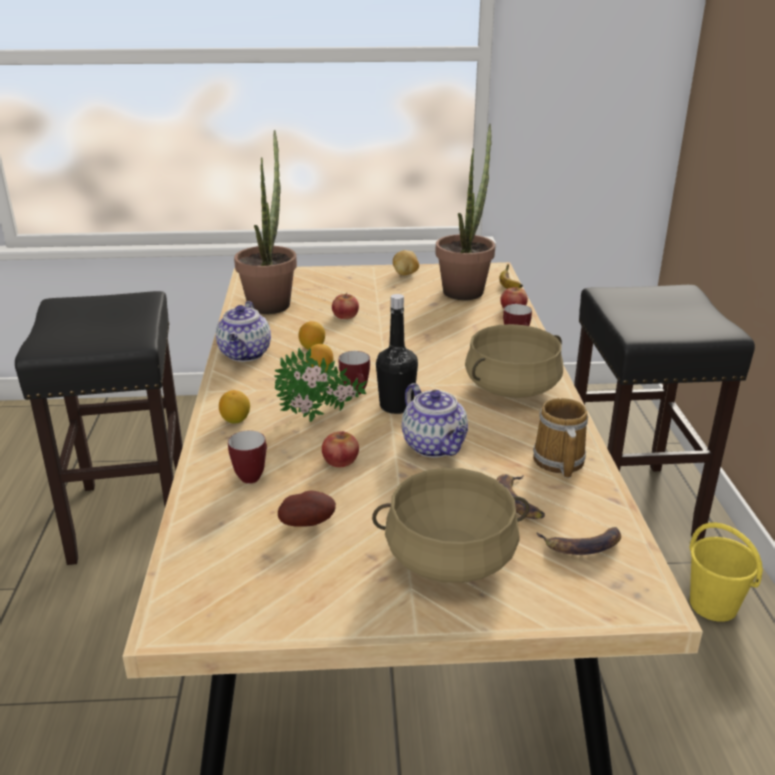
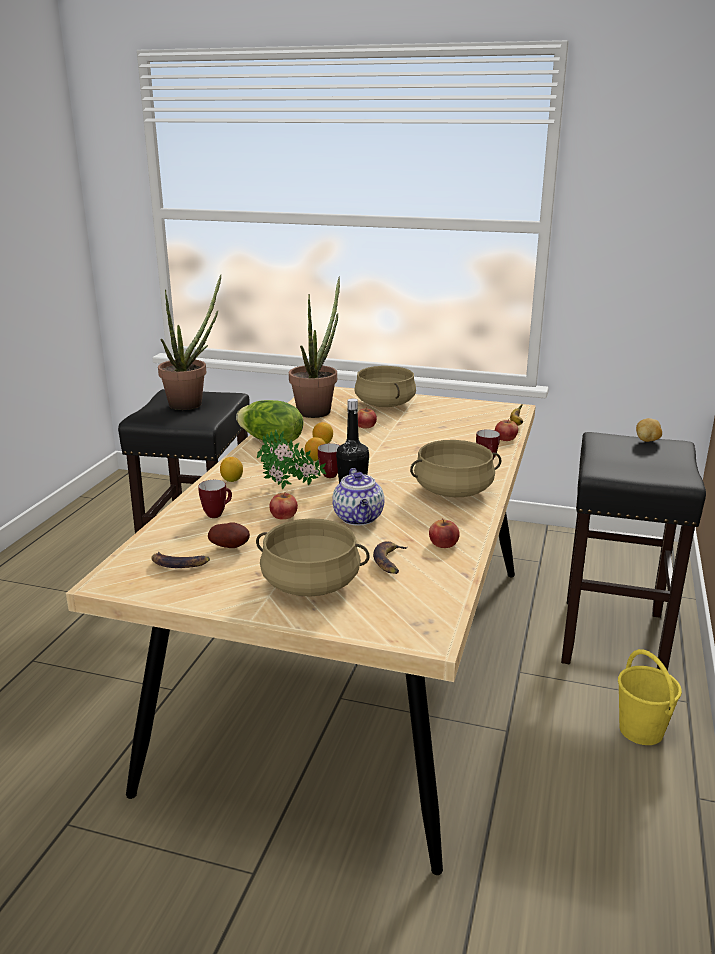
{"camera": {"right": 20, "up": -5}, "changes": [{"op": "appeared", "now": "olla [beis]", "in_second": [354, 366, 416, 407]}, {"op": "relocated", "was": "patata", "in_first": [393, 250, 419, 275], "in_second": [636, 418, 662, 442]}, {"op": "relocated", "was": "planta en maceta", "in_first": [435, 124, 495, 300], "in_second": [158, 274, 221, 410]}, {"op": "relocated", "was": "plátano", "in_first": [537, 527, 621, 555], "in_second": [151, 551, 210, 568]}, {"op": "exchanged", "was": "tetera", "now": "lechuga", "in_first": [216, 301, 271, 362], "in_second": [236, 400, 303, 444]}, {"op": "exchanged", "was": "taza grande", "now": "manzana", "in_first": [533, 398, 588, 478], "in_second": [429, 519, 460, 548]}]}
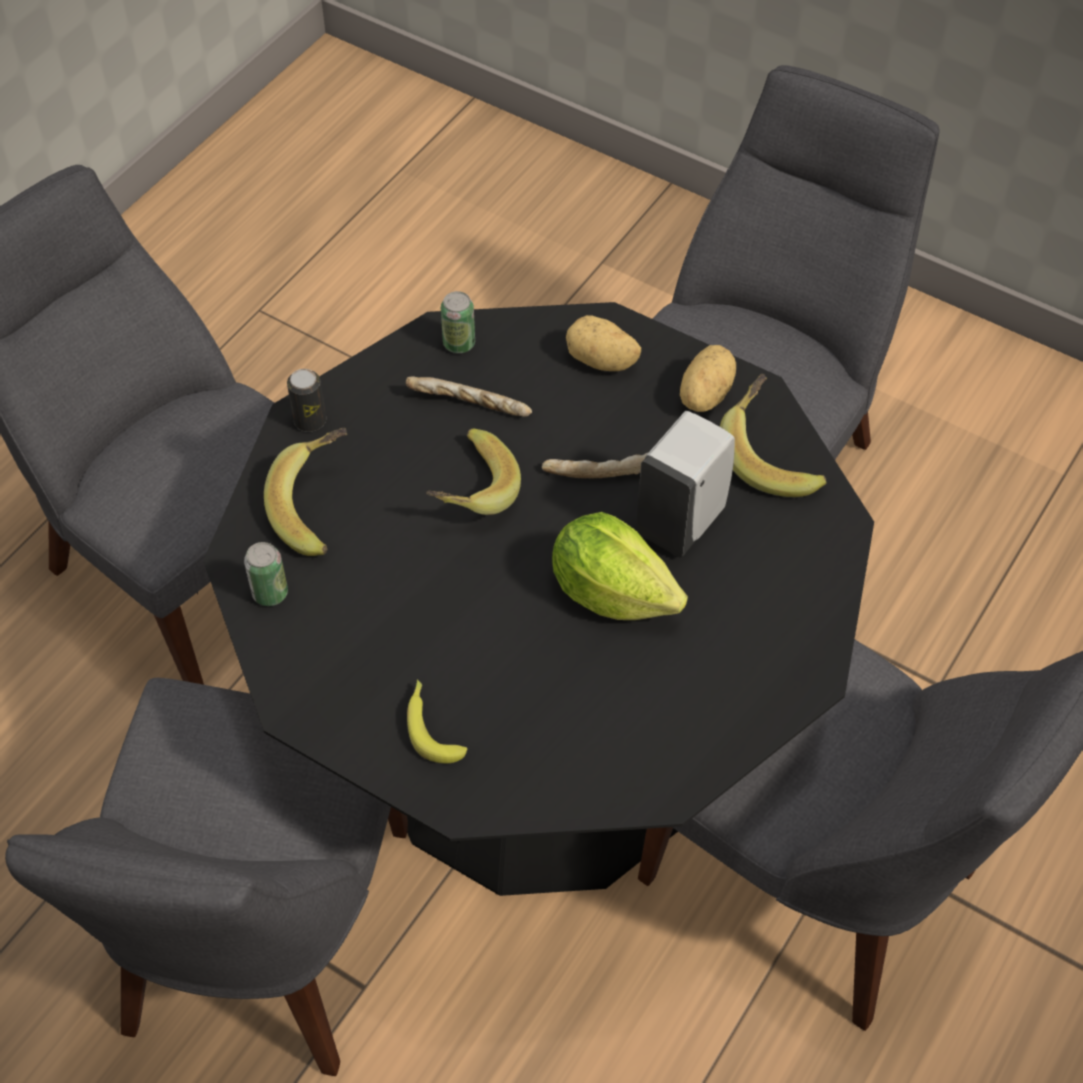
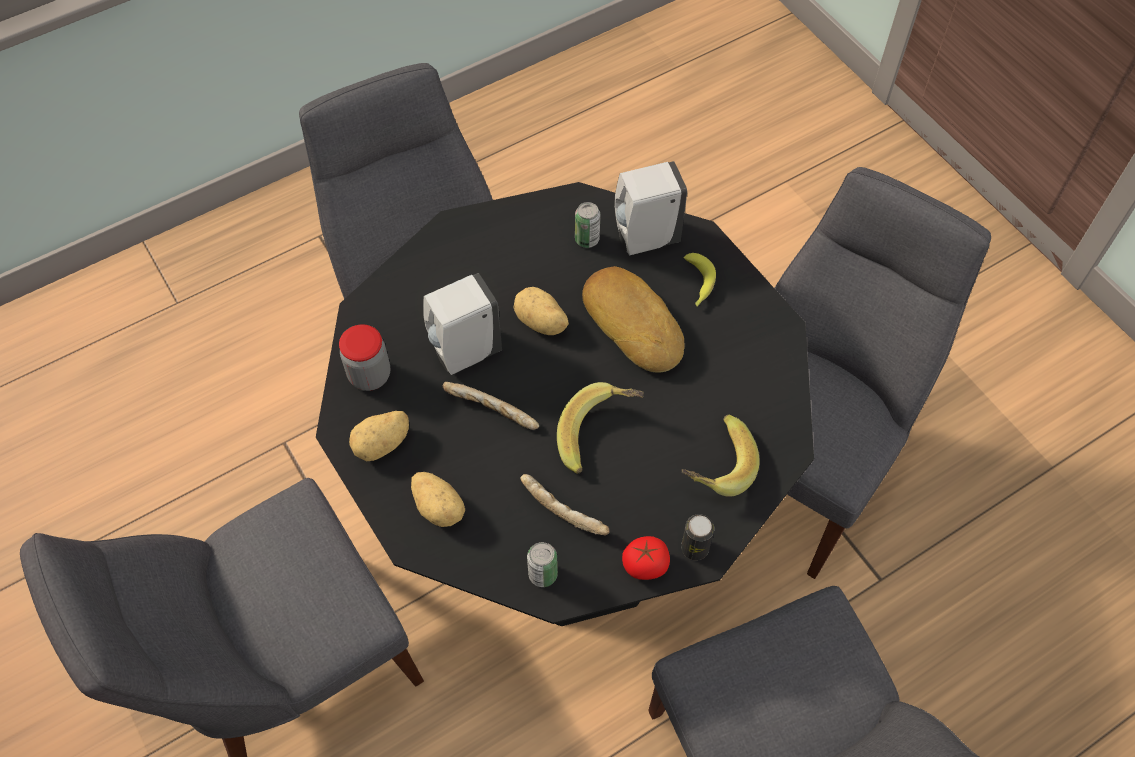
{"camera": {"right": -155, "up": 5}, "changes": [{"op": "appeared", "now": "pan", "in_second": [582, 266, 685, 373]}, {"op": "appeared", "now": "dispensador de jabón [blanco]", "in_second": [614, 161, 687, 255]}, {"op": "appeared", "now": "tomate", "in_second": [622, 536, 670, 580]}, {"op": "relocated", "was": "lata", "in_first": [244, 542, 288, 606], "in_second": [575, 202, 600, 248]}, {"op": "exchanged", "was": "lechuga", "now": "patata", "in_first": [552, 512, 688, 620], "in_second": [513, 287, 569, 335]}, {"op": "exchanged", "was": "plátano", "now": "tarro", "in_first": [720, 373, 827, 497], "in_second": [339, 324, 390, 391]}]}
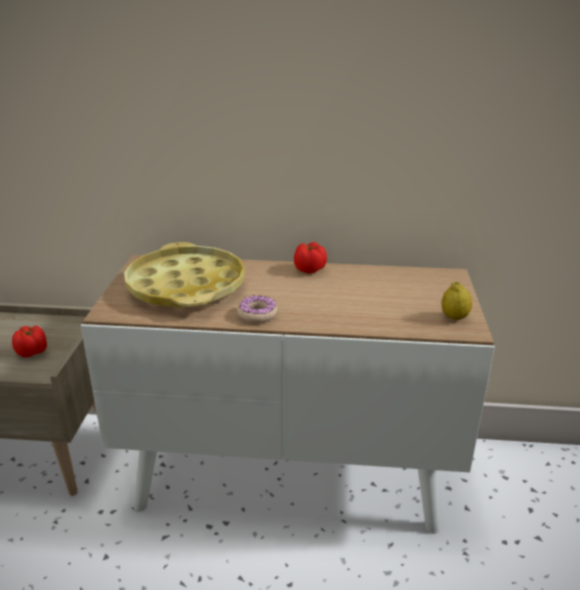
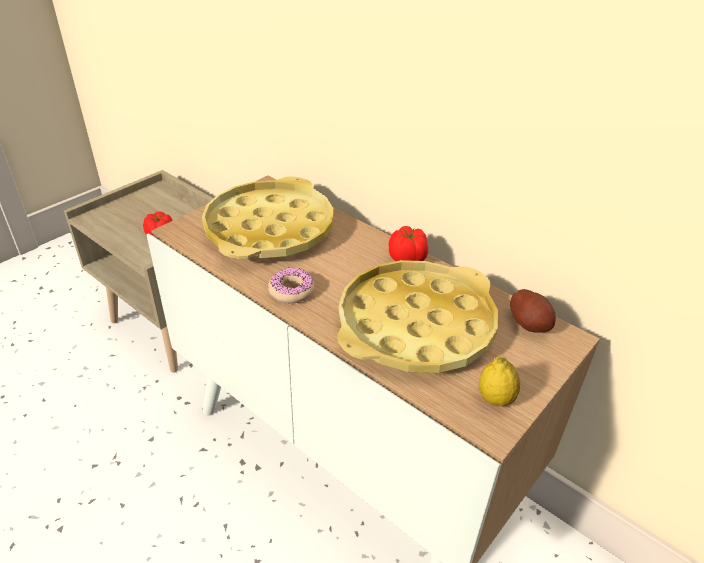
{"camera": {"right": 35, "up": 10}, "changes": [{"op": "appeared", "now": "bandeja [amarillo]", "in_second": [337, 260, 498, 373]}, {"op": "appeared", "now": "patata", "in_second": [510, 289, 556, 333]}]}
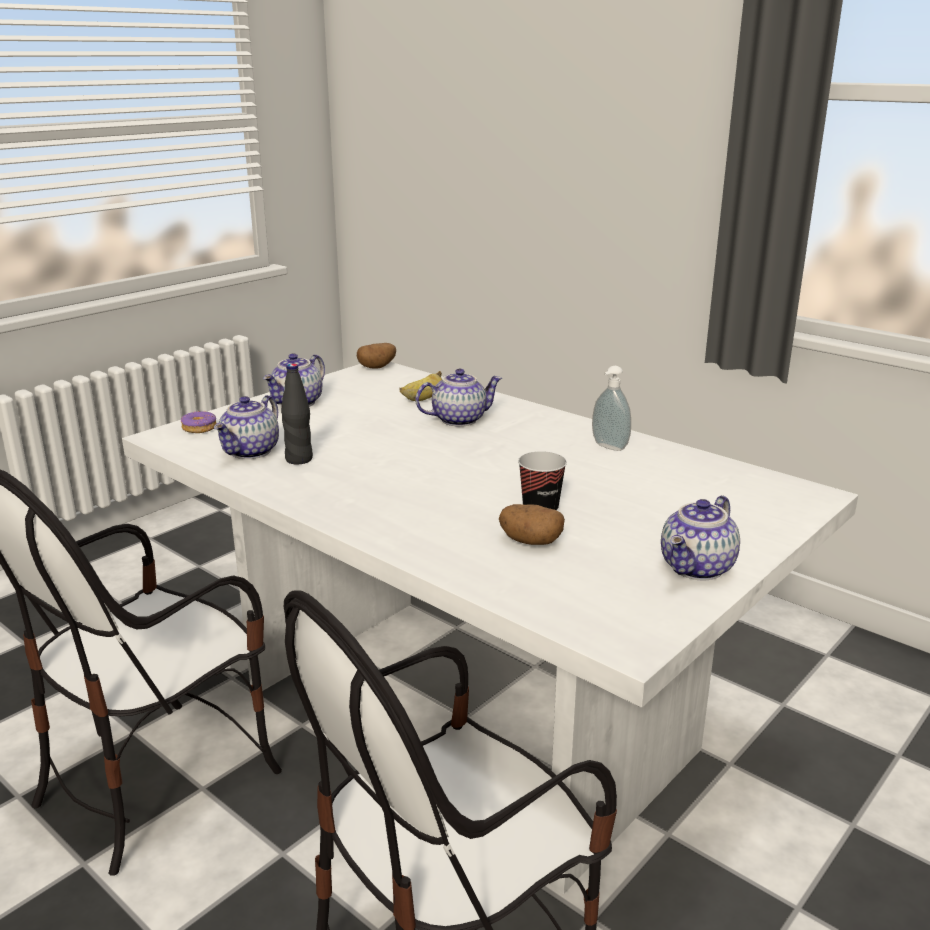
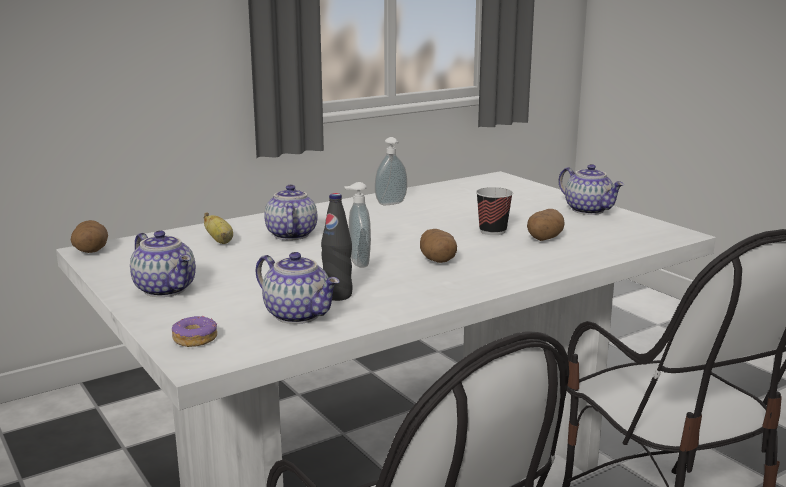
{"camera": {"right": -75, "up": -5}, "changes": [{"op": "appeared", "now": "dispensador de jabón", "in_second": [344, 182, 371, 268]}, {"op": "appeared", "now": "patata", "in_second": [420, 229, 457, 263]}]}
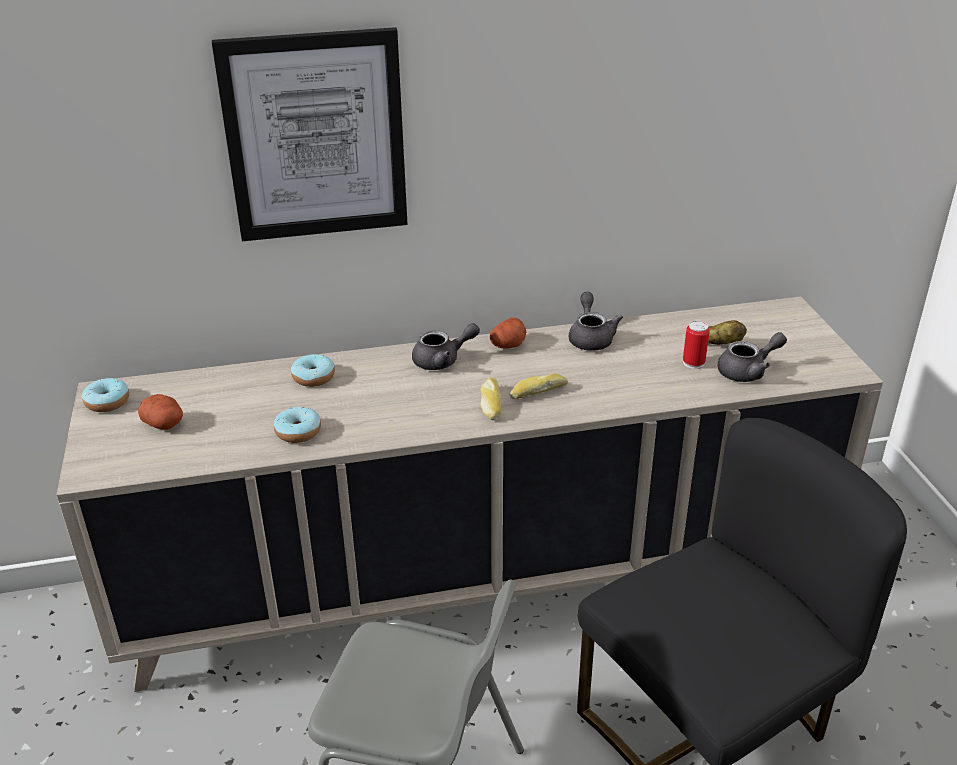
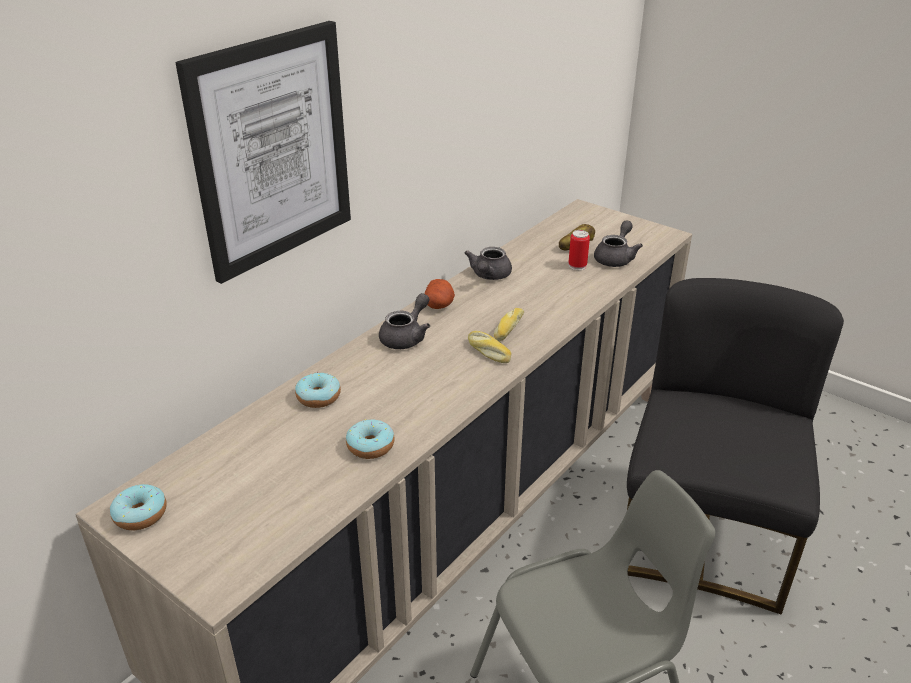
{"camera": {"right": -40, "up": 0}, "changes": [{"op": "missing", "was": "patata", "in_first": [138, 394, 183, 430]}, {"op": "spun", "was": "tetera [gris]", "in_first": [569, 292, 623, 351], "in_second": [464, 247, 512, 280], "clockwise": -120}]}
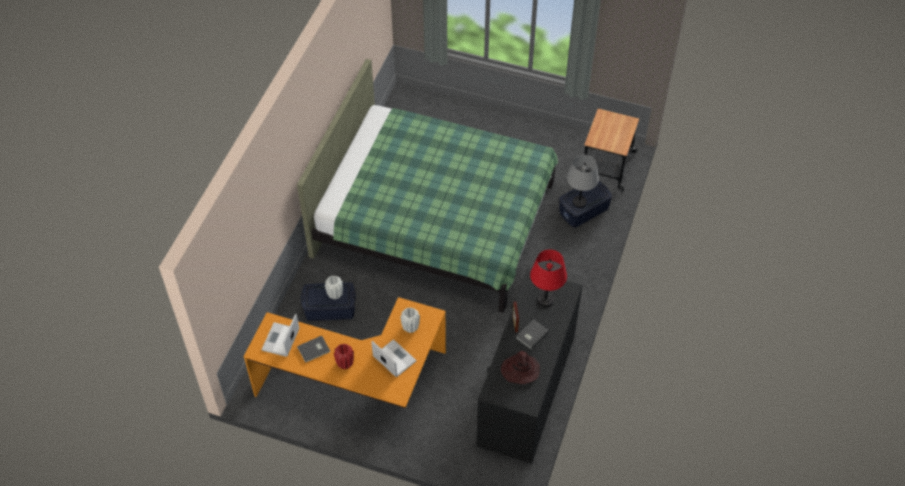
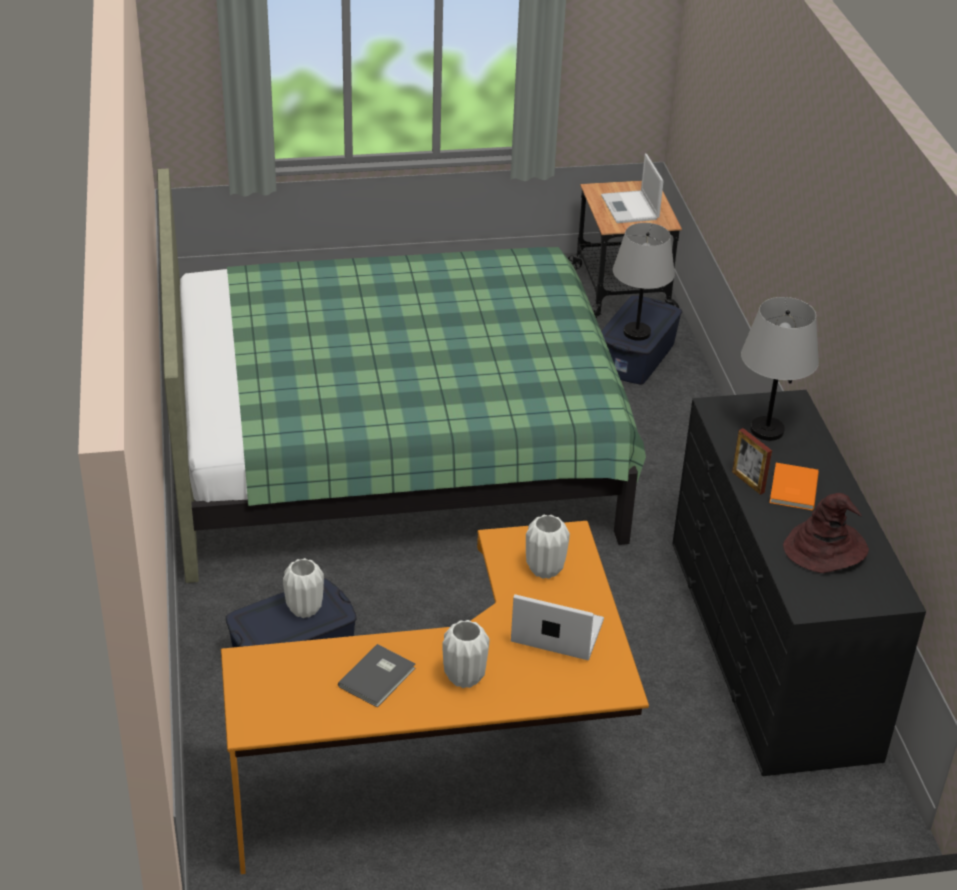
{"camera": {"right": -30, "up": -15}, "changes": [{"op": "relocated", "was": "portátil", "in_first": [261, 314, 300, 357], "in_second": [601, 154, 664, 223]}, {"op": "colour", "was": "florero [rojo]", "now": "florero [blanco]", "in_first": [334, 344, 354, 369], "in_second": [443, 620, 489, 688]}, {"op": "colour", "was": "libro [gris]", "now": "libro [naranja]", "in_first": [516, 319, 549, 349], "in_second": [770, 463, 819, 511]}, {"op": "colour", "was": "lámpara de mesa [rojo]", "now": "lámpara de mesa [gris]", "in_first": [530, 250, 567, 307], "in_second": [741, 297, 819, 441]}]}
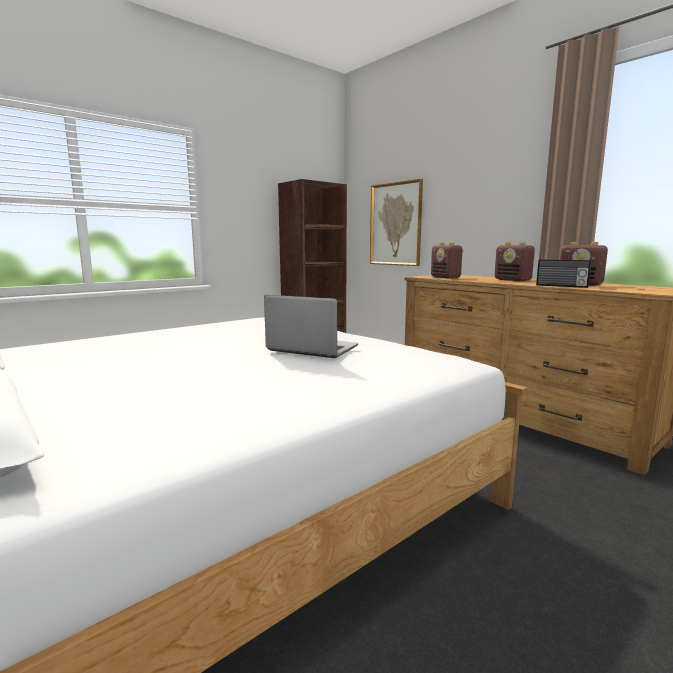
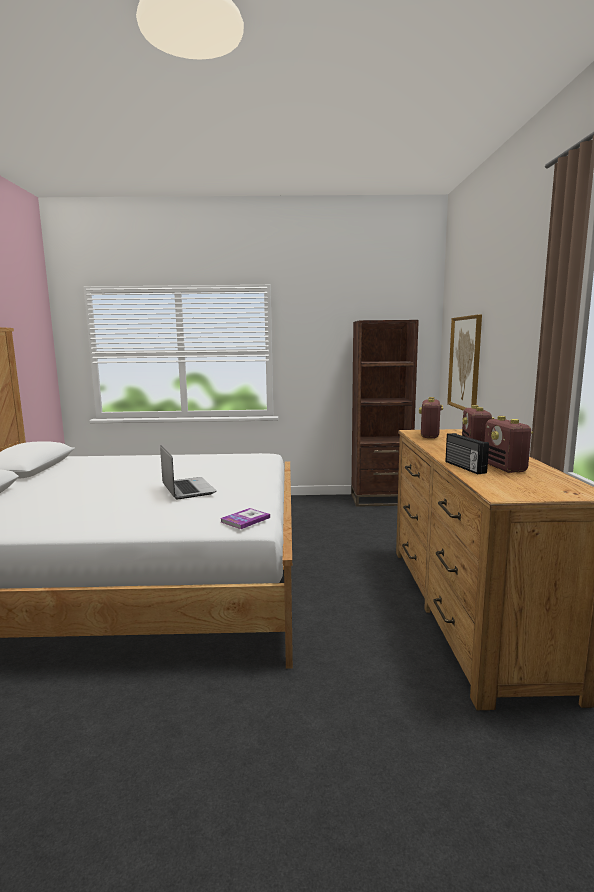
{"camera": {"right": 40, "up": 0}, "changes": [{"op": "appeared", "now": "libro", "in_second": [221, 508, 270, 529]}]}
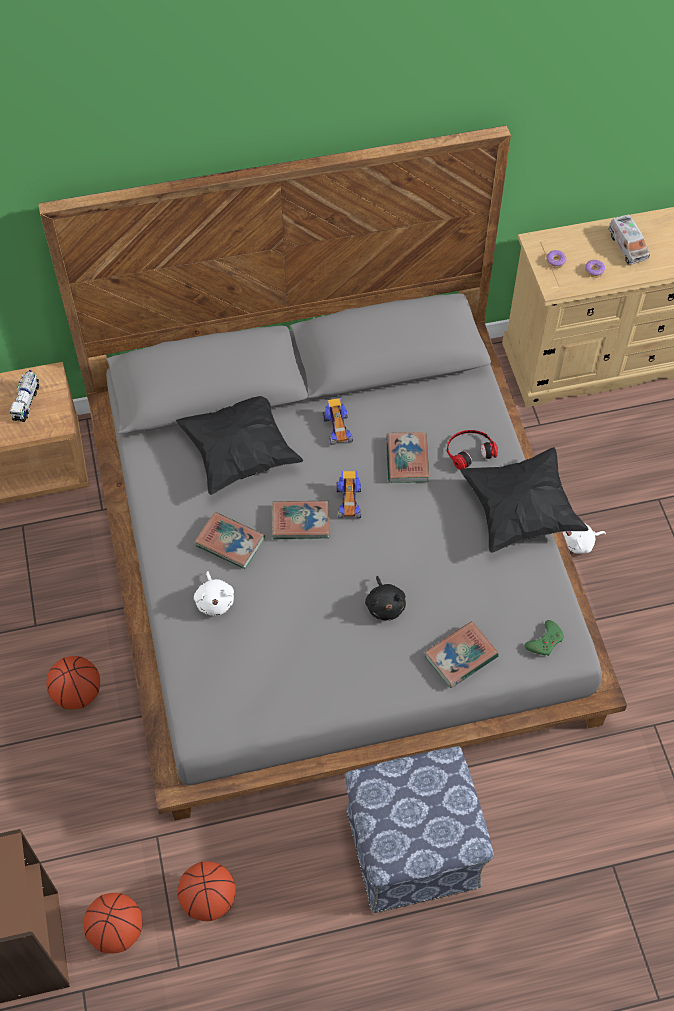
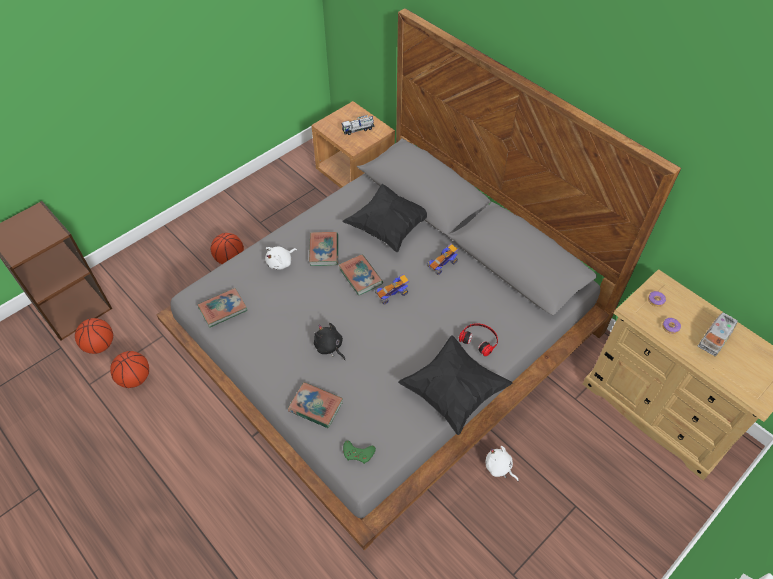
{"camera": {"right": 60, "up": -5}, "changes": [{"op": "missing", "was": "puf", "in_first": [345, 746, 494, 913]}, {"op": "relocated", "was": "libro", "in_first": [386, 432, 429, 483], "in_second": [197, 288, 248, 328]}, {"op": "spun", "was": "peluche [negro]", "in_first": [365, 576, 406, 620], "in_second": [314, 323, 345, 360], "clockwise": 90}]}
